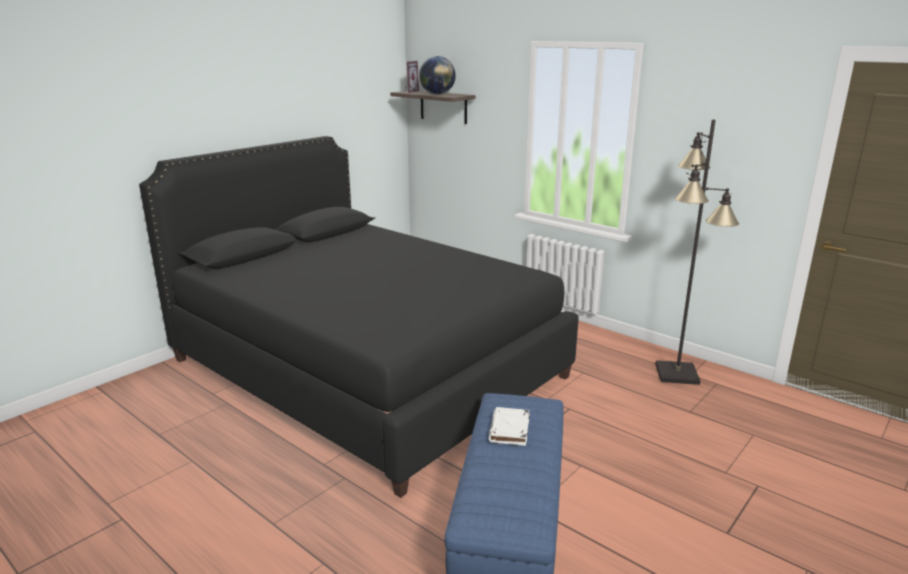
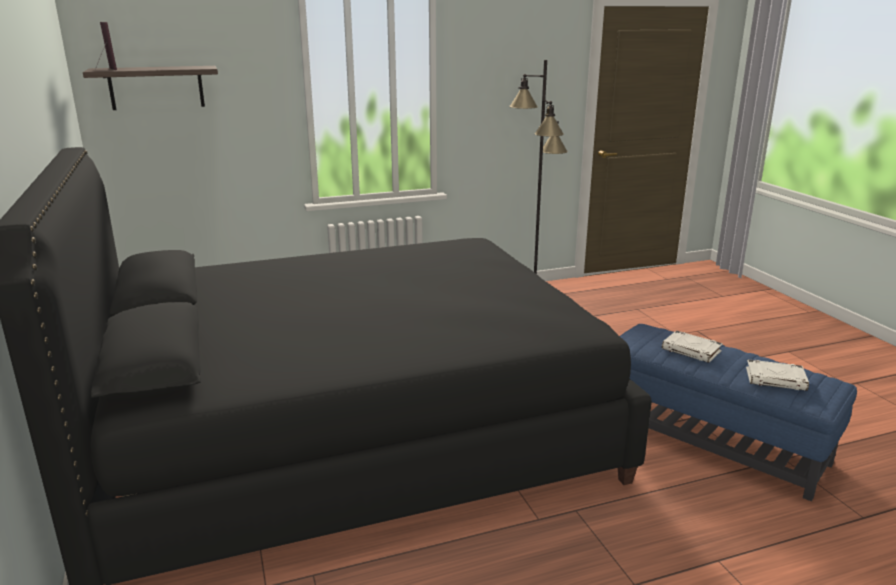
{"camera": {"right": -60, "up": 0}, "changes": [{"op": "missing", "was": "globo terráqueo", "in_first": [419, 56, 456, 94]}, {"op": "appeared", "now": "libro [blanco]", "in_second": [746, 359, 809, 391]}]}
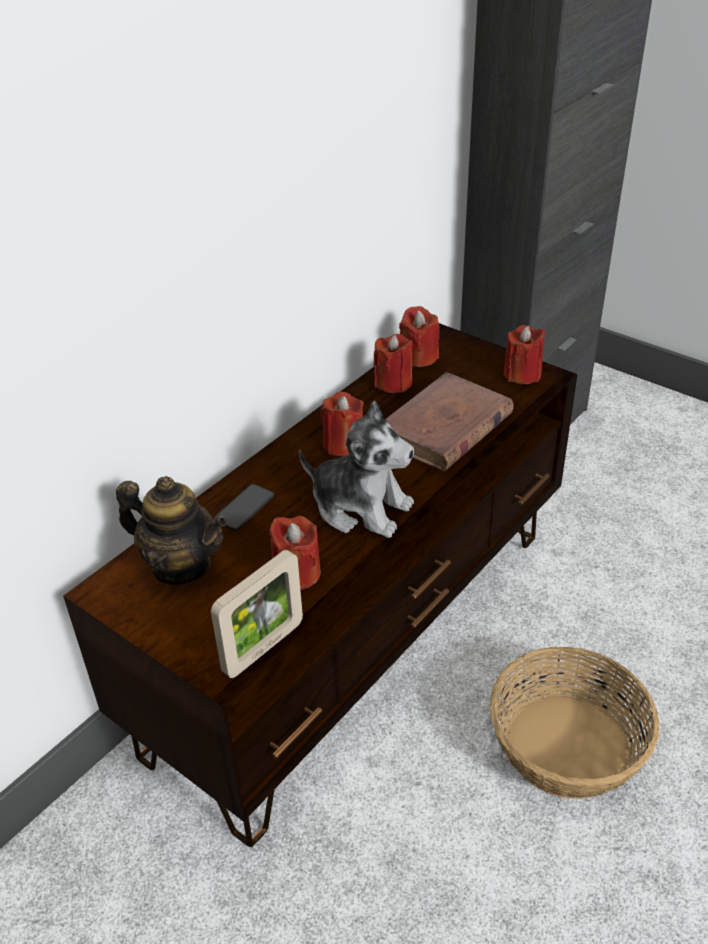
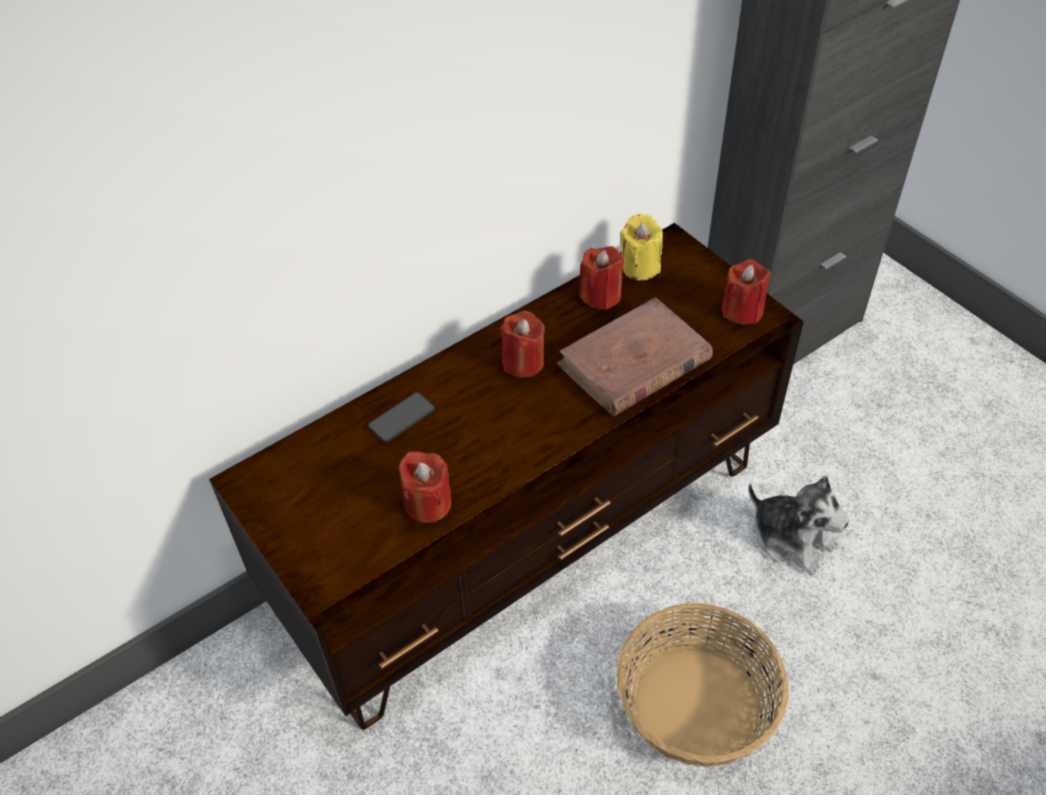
{"camera": {"right": 15, "up": 10}, "changes": [{"op": "missing", "was": "tetera", "in_first": [116, 476, 227, 585]}, {"op": "missing", "was": "portarretratos", "in_first": [211, 550, 303, 678]}, {"op": "relocated", "was": "peluche", "in_first": [299, 401, 414, 538], "in_second": [749, 476, 850, 576]}, {"op": "colour", "was": "vela [rojo]", "now": "vela [amarillo]", "in_first": [399, 306, 440, 367], "in_second": [620, 214, 663, 280]}]}
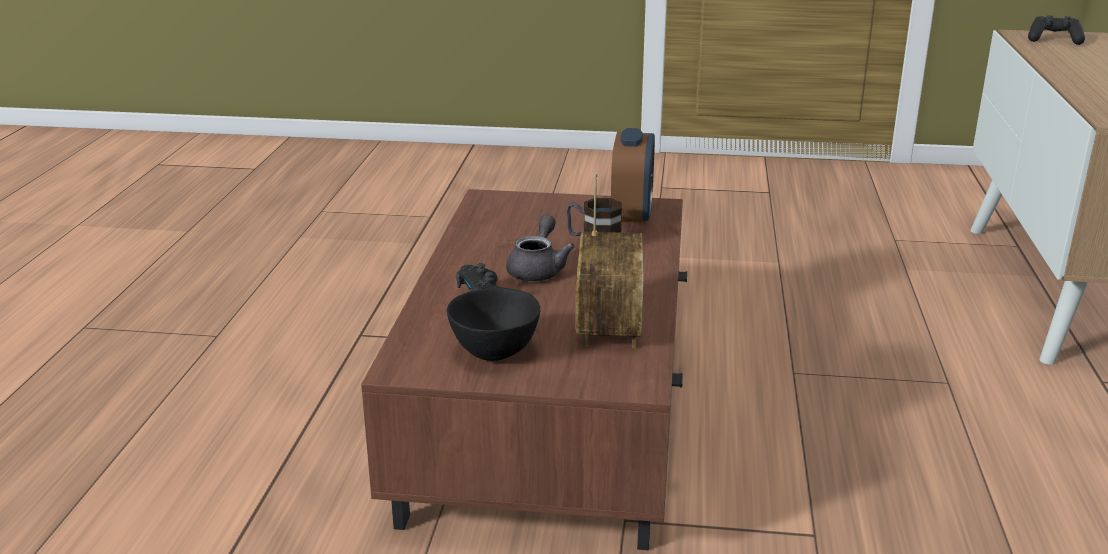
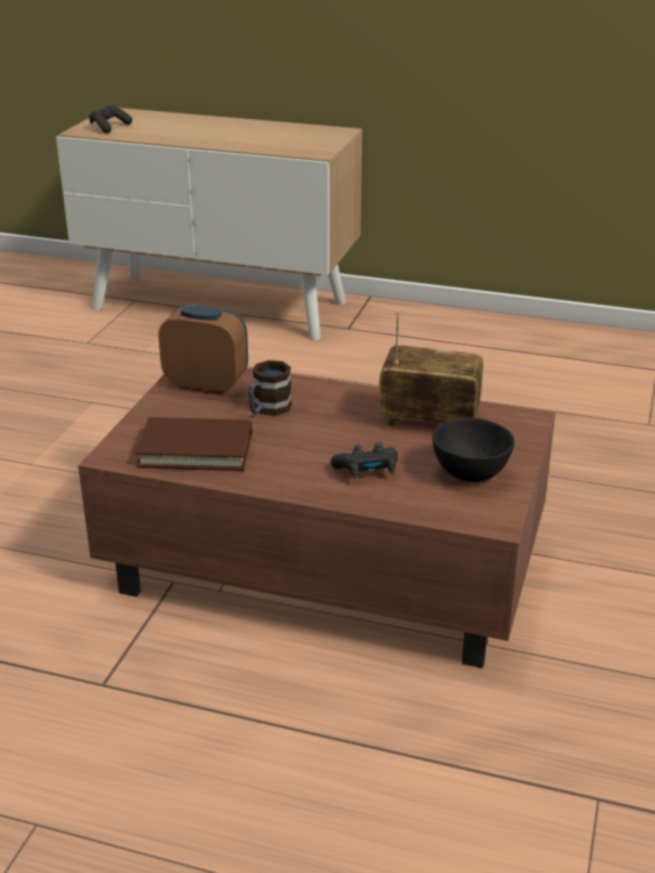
{"camera": {"right": -80, "up": 5}, "changes": [{"op": "missing", "was": "tetera [gris]", "in_first": [506, 215, 574, 281]}, {"op": "appeared", "now": "libro [marrón]", "in_second": [135, 417, 252, 471]}]}
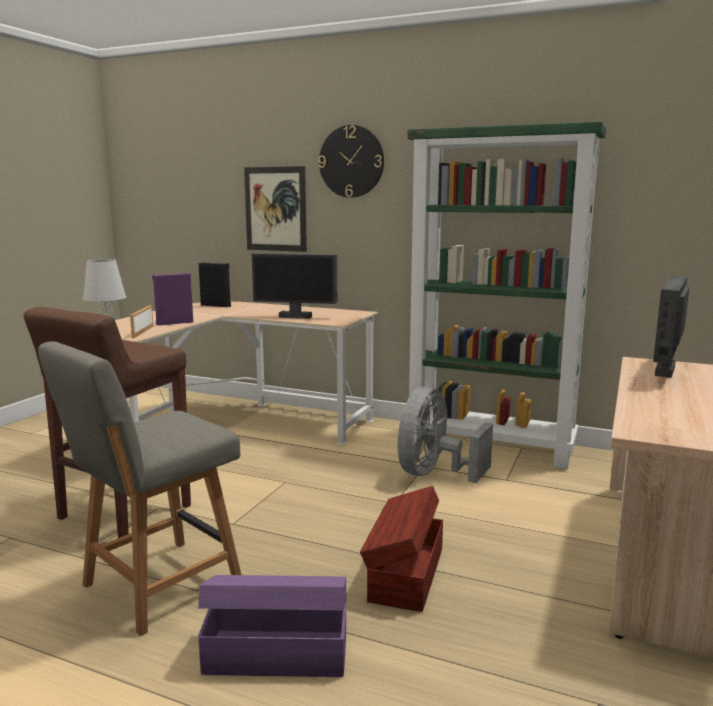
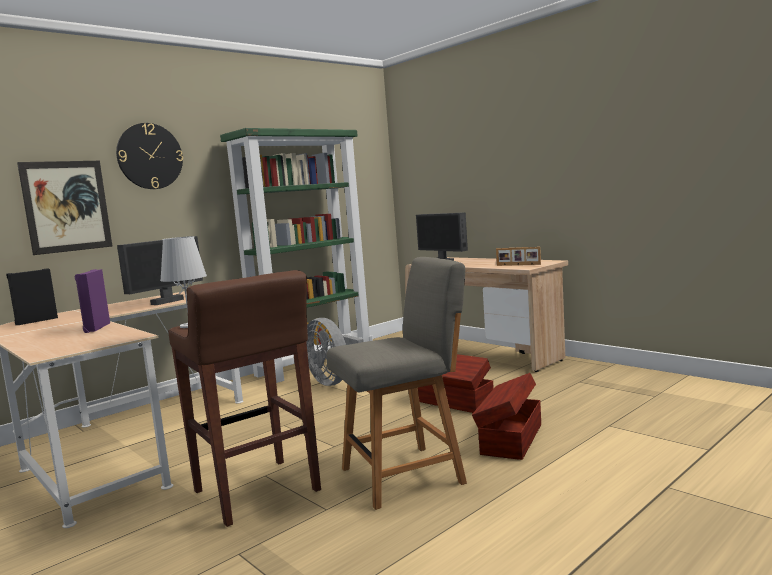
{"camera": {"right": -65, "up": -5}, "changes": [{"op": "relocated", "was": "portarretratos", "in_first": [130, 305, 154, 338], "in_second": [496, 247, 541, 266]}, {"op": "colour", "was": "caja de almacenaje [morado]", "now": "caja de almacenaje [marrón]", "in_first": [198, 575, 347, 677], "in_second": [472, 373, 541, 460]}, {"op": "spun", "was": "silla [gris]", "in_first": [38, 341, 241, 636], "in_second": [326, 257, 467, 510], "clockwise": -90}]}
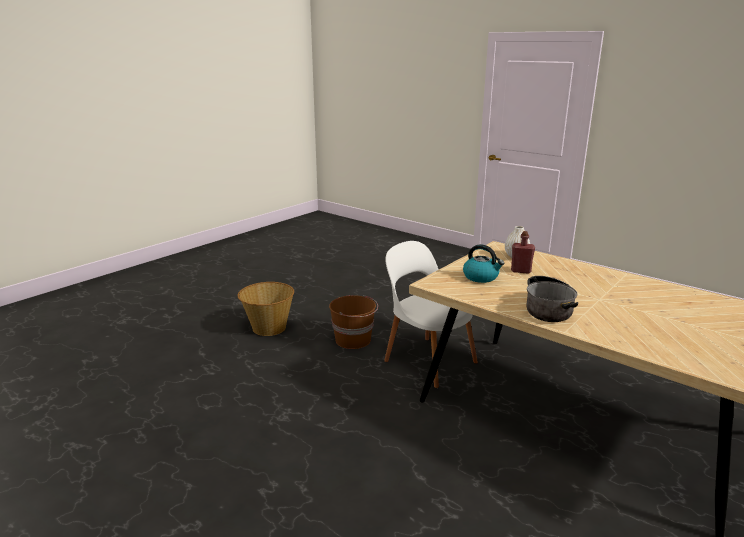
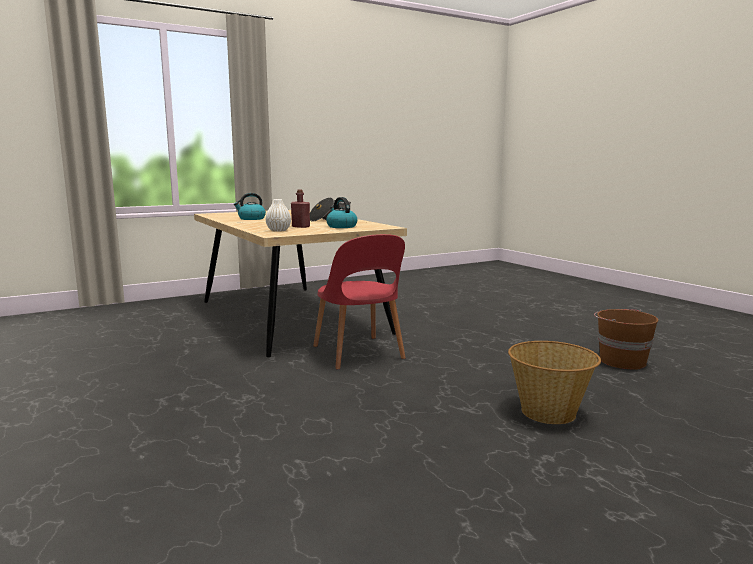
{"camera": {"right": -160, "up": -10}, "changes": [{"op": "appeared", "now": "hervidor", "in_second": [233, 193, 266, 220]}, {"op": "relocated", "was": "cubo [marrón]", "in_first": [329, 295, 378, 349], "in_second": [594, 309, 658, 370]}, {"op": "colour", "was": "silla [blanco]", "now": "silla [rojo]", "in_first": [384, 241, 478, 388], "in_second": [313, 234, 406, 370]}]}
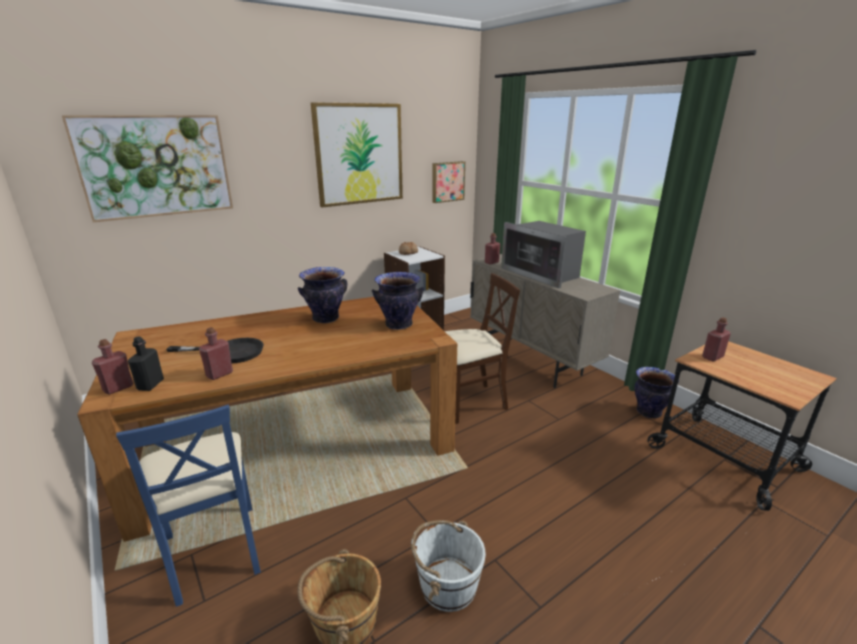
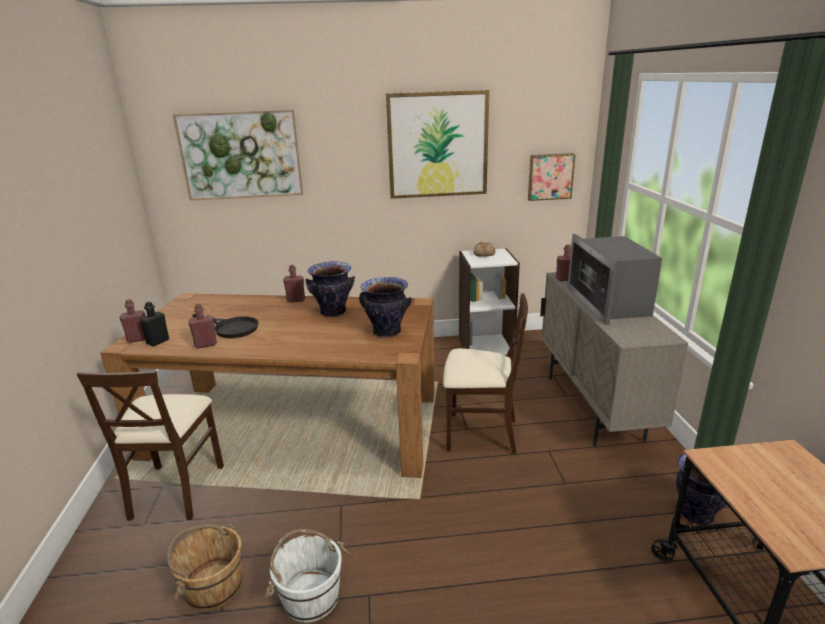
{"camera": {"right": 30, "up": 0}, "changes": [{"op": "relocated", "was": "botella [rojo]", "in_first": [702, 317, 731, 362], "in_second": [283, 265, 305, 302]}, {"op": "colour", "was": "silla [azul]", "now": "silla [beis]", "in_first": [116, 405, 261, 607], "in_second": [77, 371, 224, 521]}]}
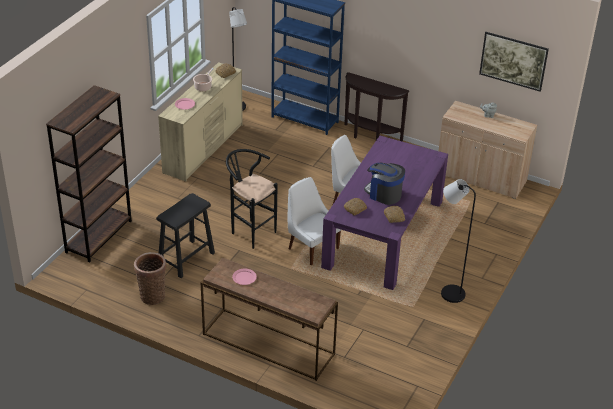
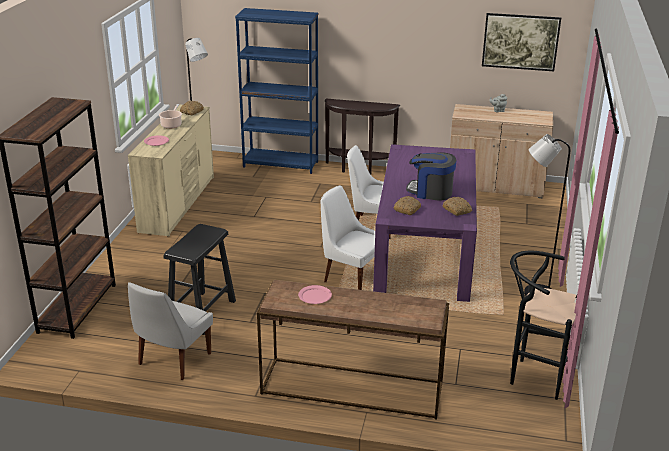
{"camera": {"right": -15, "up": -10}, "changes": [{"op": "relocated", "was": "taburete [negro]", "in_first": [226, 149, 277, 249], "in_second": [510, 251, 577, 400]}, {"op": "exchanged", "was": "cesta", "now": "silla [blanco]", "in_first": [134, 252, 166, 305], "in_second": [128, 282, 213, 380]}]}
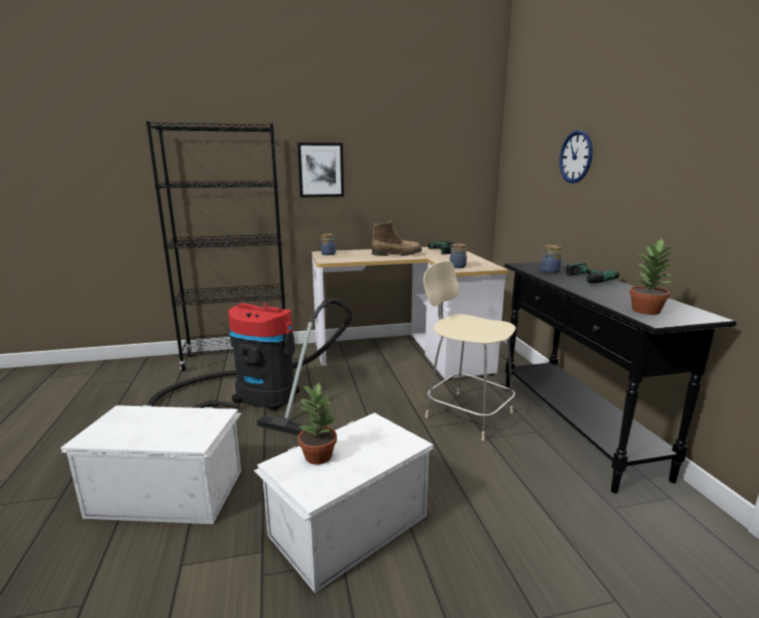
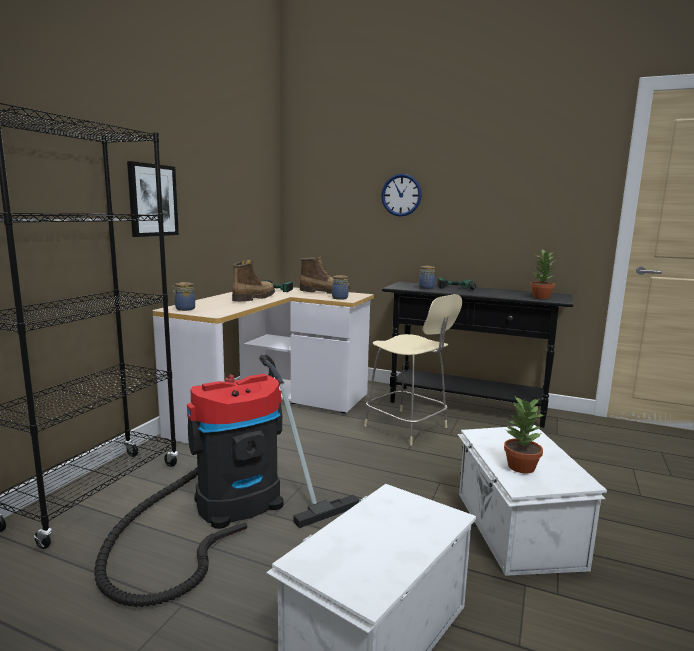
{"camera": {"right": -55, "up": -5}, "changes": [{"op": "appeared", "now": "bota", "in_second": [300, 256, 351, 294]}, {"op": "spun", "was": "silla [beis]", "in_first": [423, 261, 516, 441], "in_second": [364, 294, 462, 446], "clockwise": -120}]}
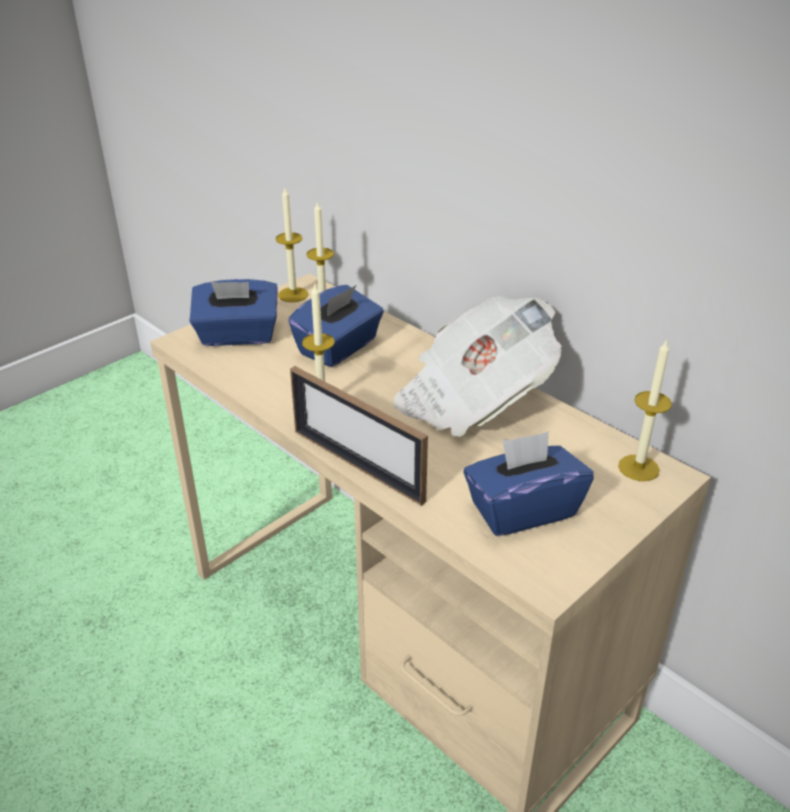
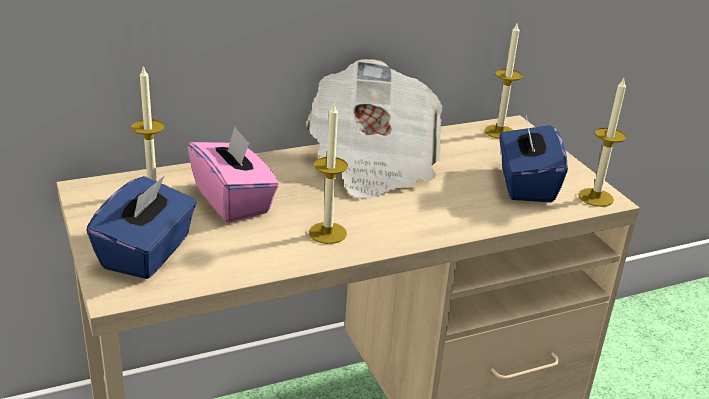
{"camera": {"right": -70, "up": -5}, "changes": [{"op": "missing", "was": "portarretratos", "in_first": [290, 366, 428, 506]}, {"op": "relocated", "was": "vela", "in_first": [275, 188, 308, 302], "in_second": [578, 79, 626, 207]}, {"op": "colour", "was": "caja de pañuelos [azul]", "now": "caja de pañuelos [rosa]", "in_first": [288, 285, 384, 367], "in_second": [188, 127, 279, 223]}]}
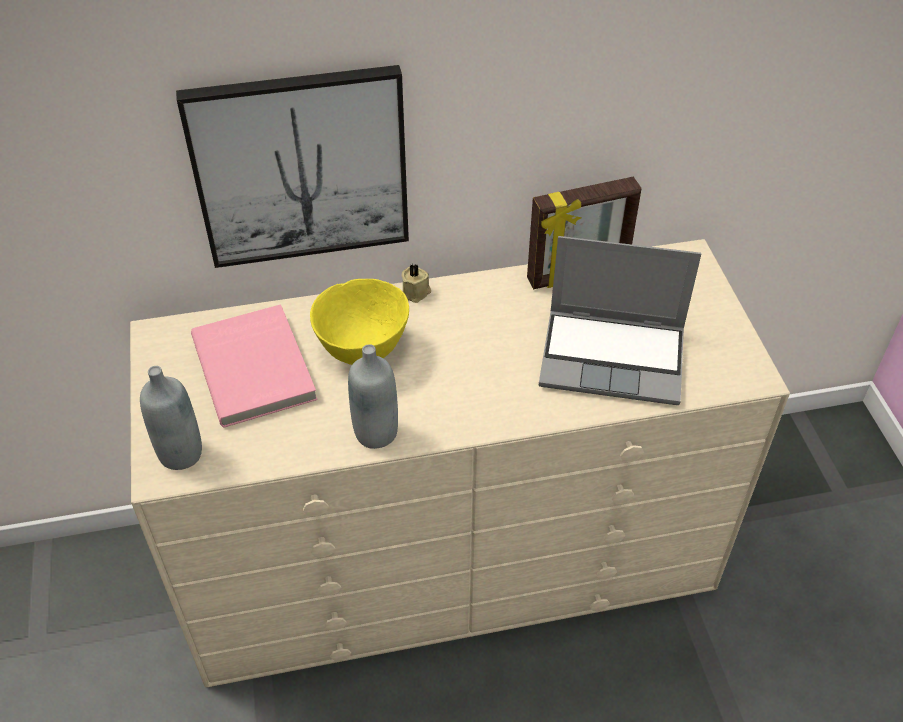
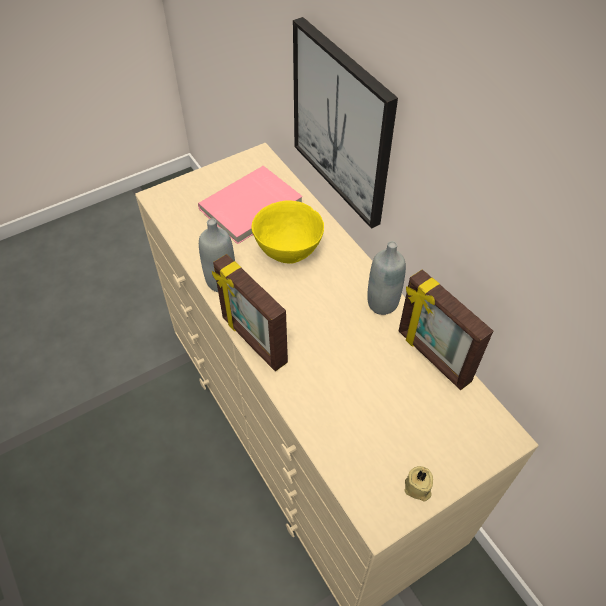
{"camera": {"right": 70, "up": 5}, "changes": [{"op": "missing", "was": "portátil", "in_first": [539, 236, 701, 405]}, {"op": "appeared", "now": "portarretratos", "in_second": [212, 254, 288, 371]}, {"op": "relocated", "was": "botella [gris]", "in_first": [140, 366, 202, 470], "in_second": [367, 241, 406, 315]}, {"op": "relocated", "was": "vela [beis]", "in_first": [402, 264, 431, 303], "in_second": [405, 466, 433, 502]}]}
